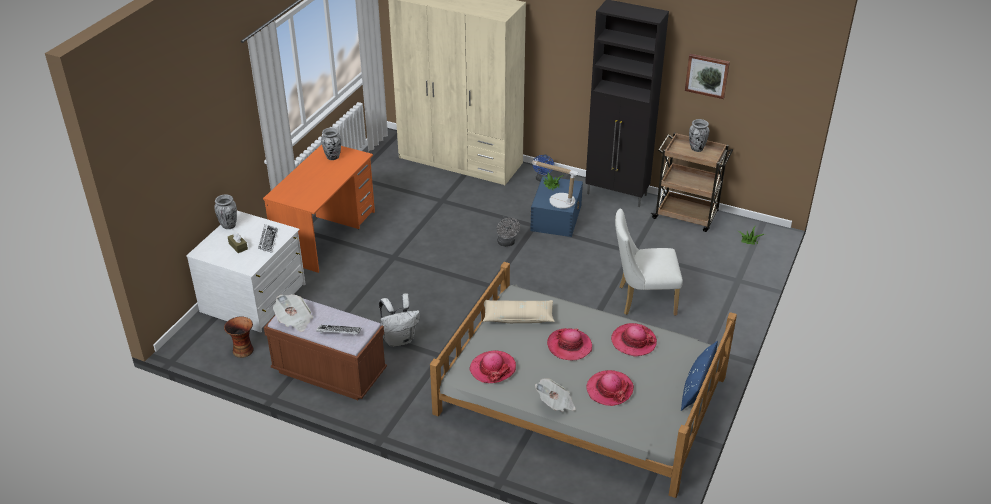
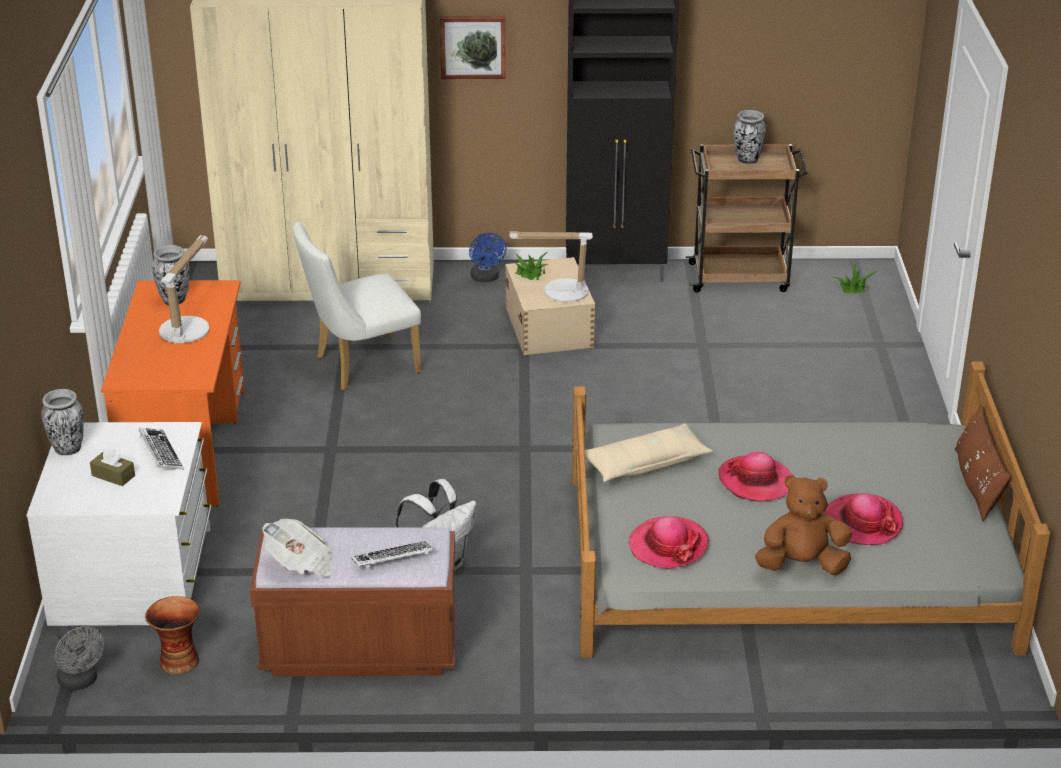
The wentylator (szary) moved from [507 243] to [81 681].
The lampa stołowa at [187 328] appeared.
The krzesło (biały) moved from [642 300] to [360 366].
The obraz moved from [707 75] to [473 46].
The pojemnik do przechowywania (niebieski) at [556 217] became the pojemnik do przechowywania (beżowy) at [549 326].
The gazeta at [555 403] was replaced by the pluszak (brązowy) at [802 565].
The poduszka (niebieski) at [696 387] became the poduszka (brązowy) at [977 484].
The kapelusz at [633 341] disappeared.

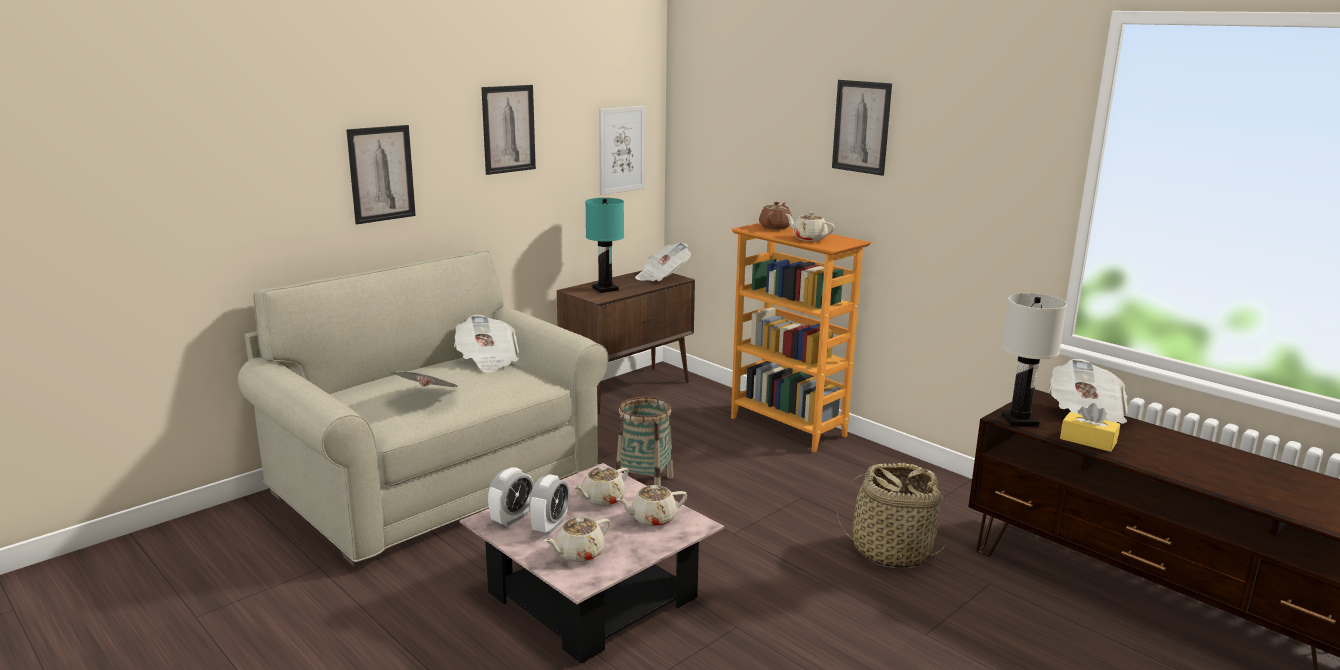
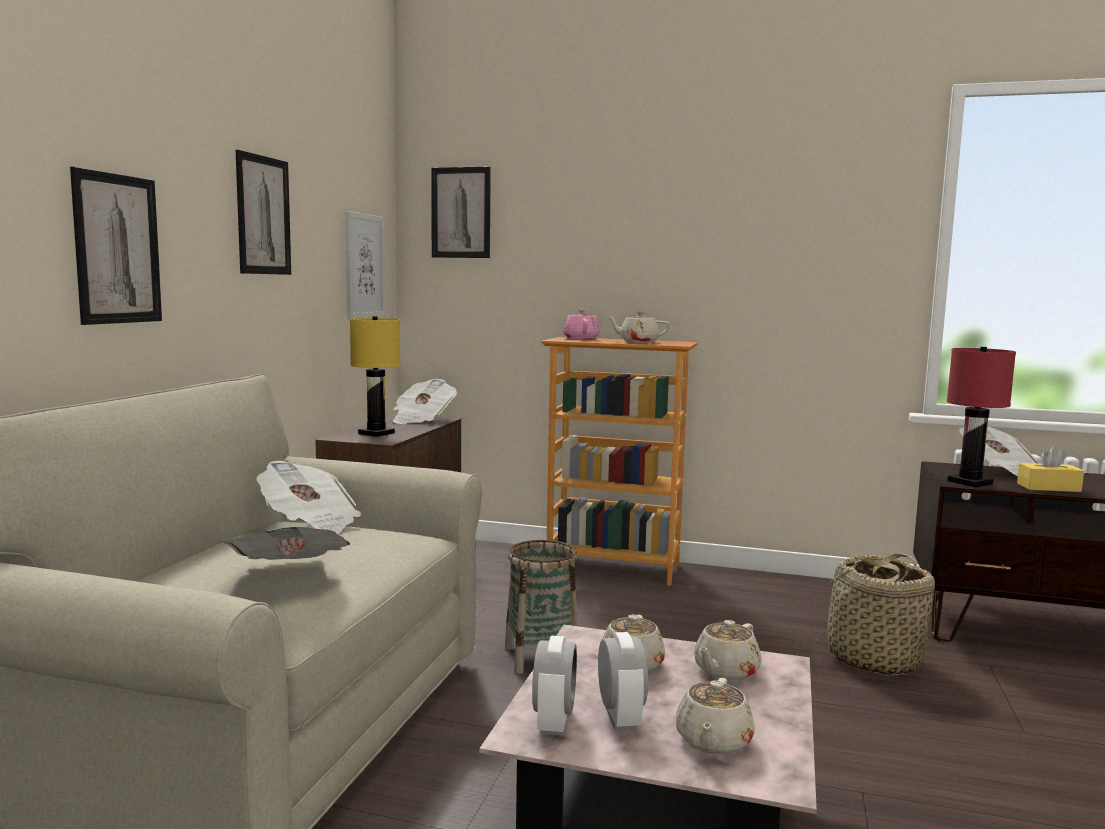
The lampa stołowa (turkusowy) at [605 289] became the lampa stołowa (żółty) at [376 433].
The obraz moved from [861 127] to [461 213].
The imbryk (brązowy) at [775 227] became the imbryk (różowy) at [581 339].
The lampa stołowa (biały) at [1019 420] became the lampa stołowa (czerwony) at [970 482].

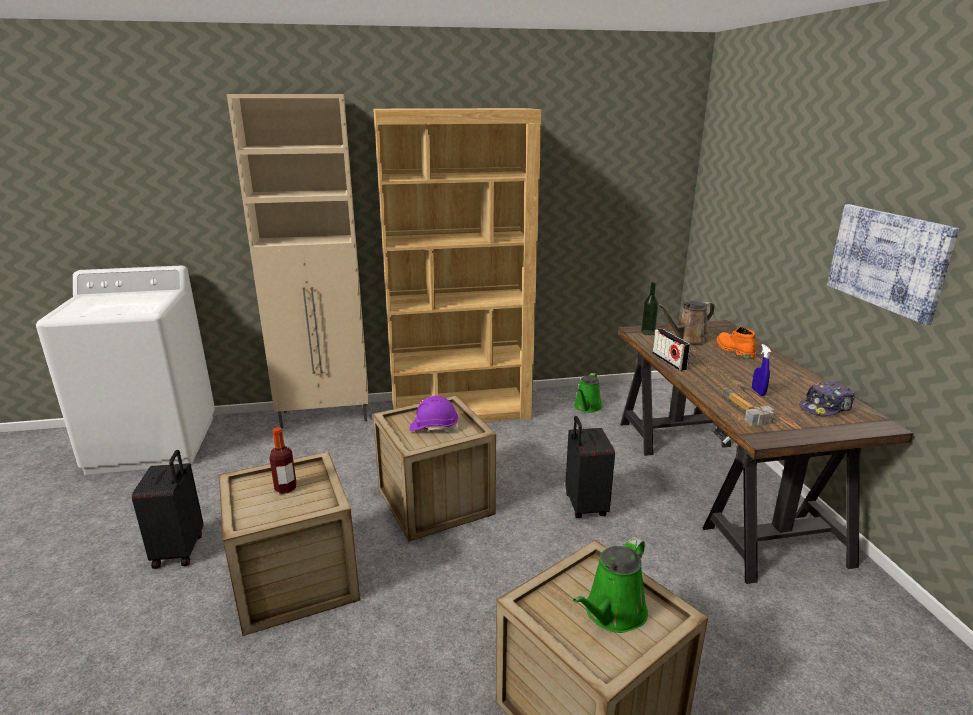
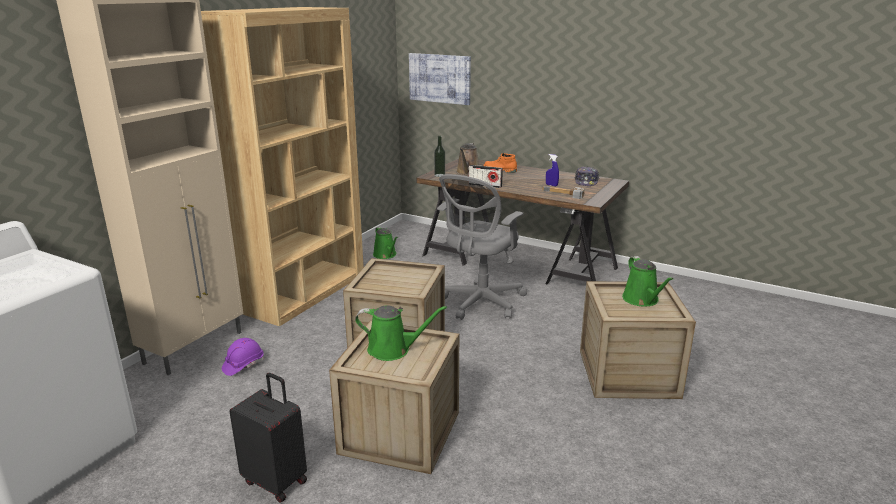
The kask (fioletowy) moved from [434 427] to [243 365].
The butelka at [285 488] was replaced by the konewka (zielony) at [393 350].
The obraz moved from [888 260] to [440 78].
The walizka (czarny) at [584 506] was replaced by the krzesło biurowe (szary) at [480 303].

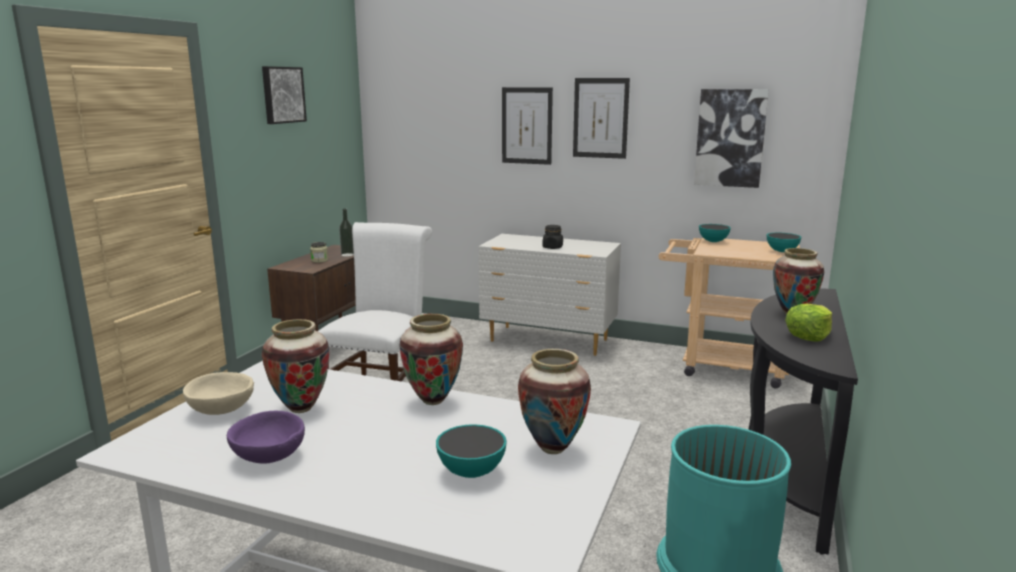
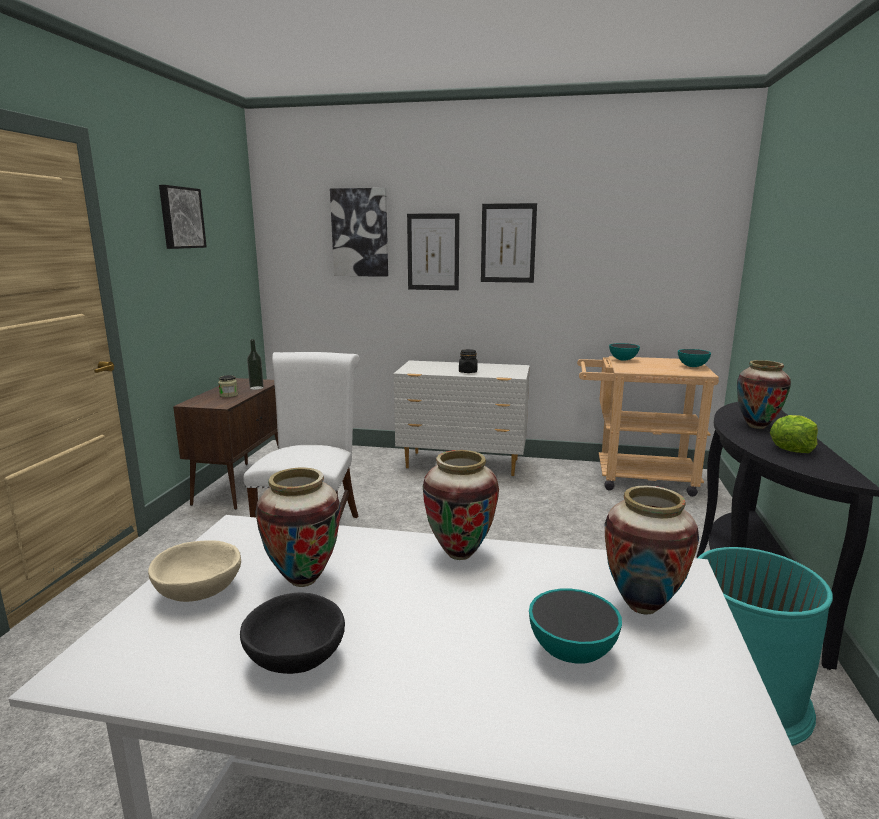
The miska (fioletowy) at [268 457] became the miska (czarny) at [294 659].
The obraz moved from [730 138] to [360 233].

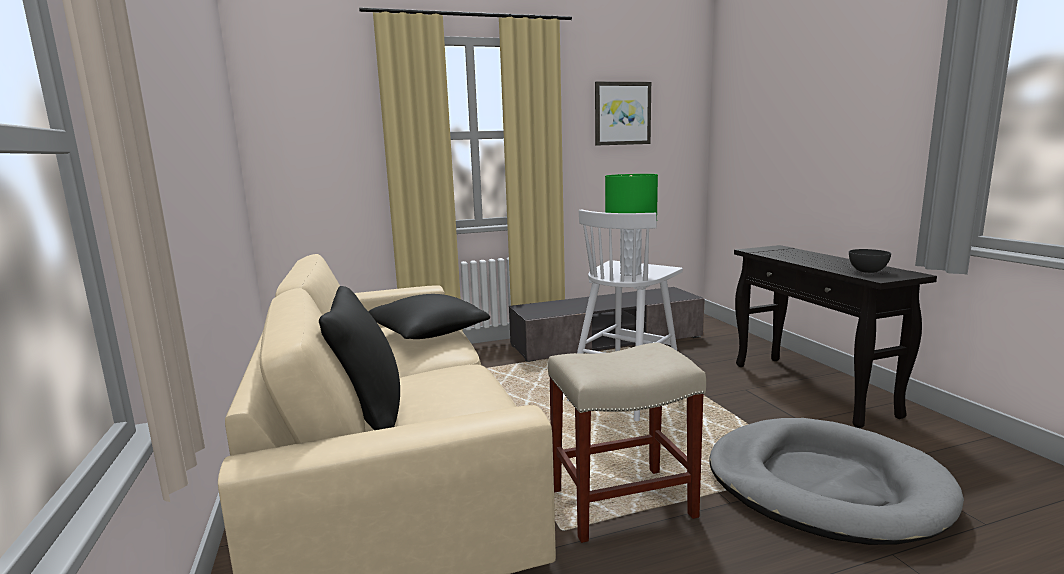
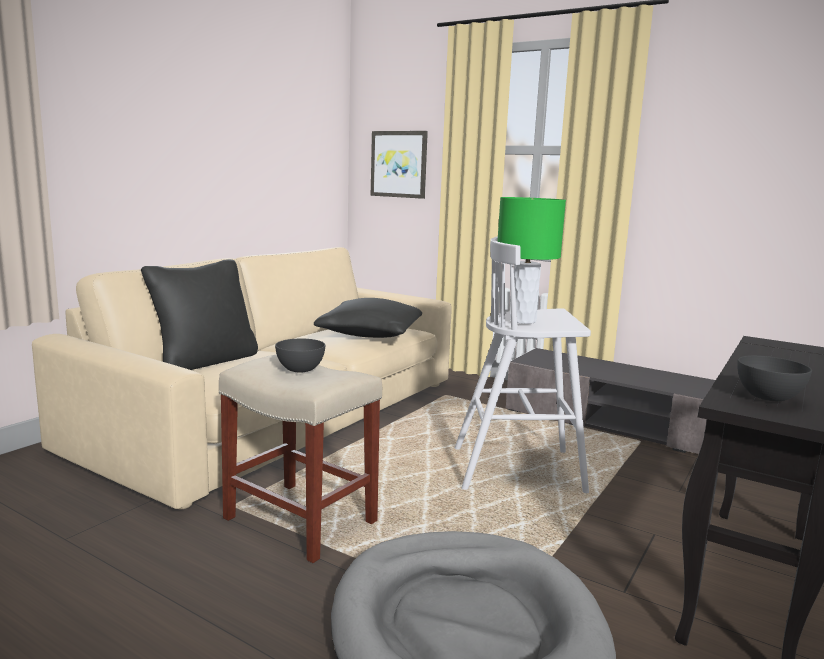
The miska (szary) at [300 370] appeared.
The obraz moved from [622 113] to [399 164].

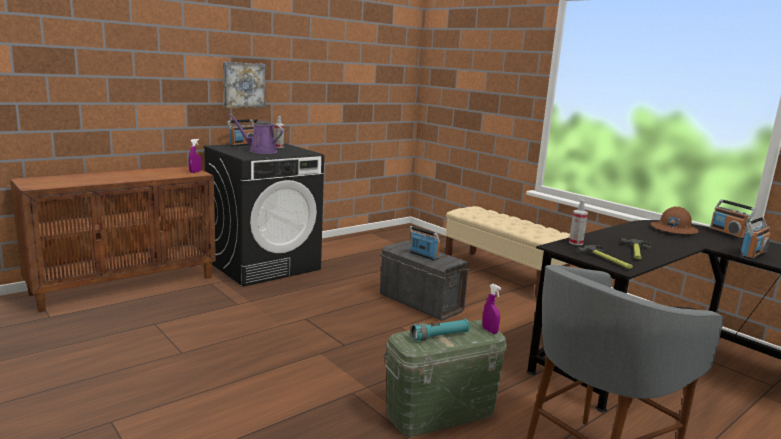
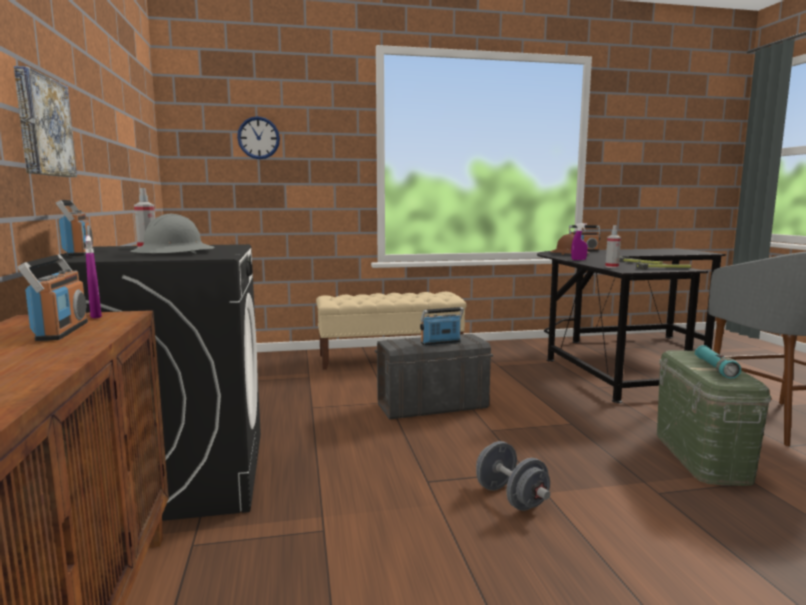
The radio moved from [753 255] to [61 331].
The konewka (fioletowy) at [260 151] was replaced by the kask (szary) at [174 252].
The zegar ścienny at [258 138] appeared.
The hantel (szary) at [511 498] appeared.
The spryskiwacz (fioletowy) moved from [489 331] to [578 260].

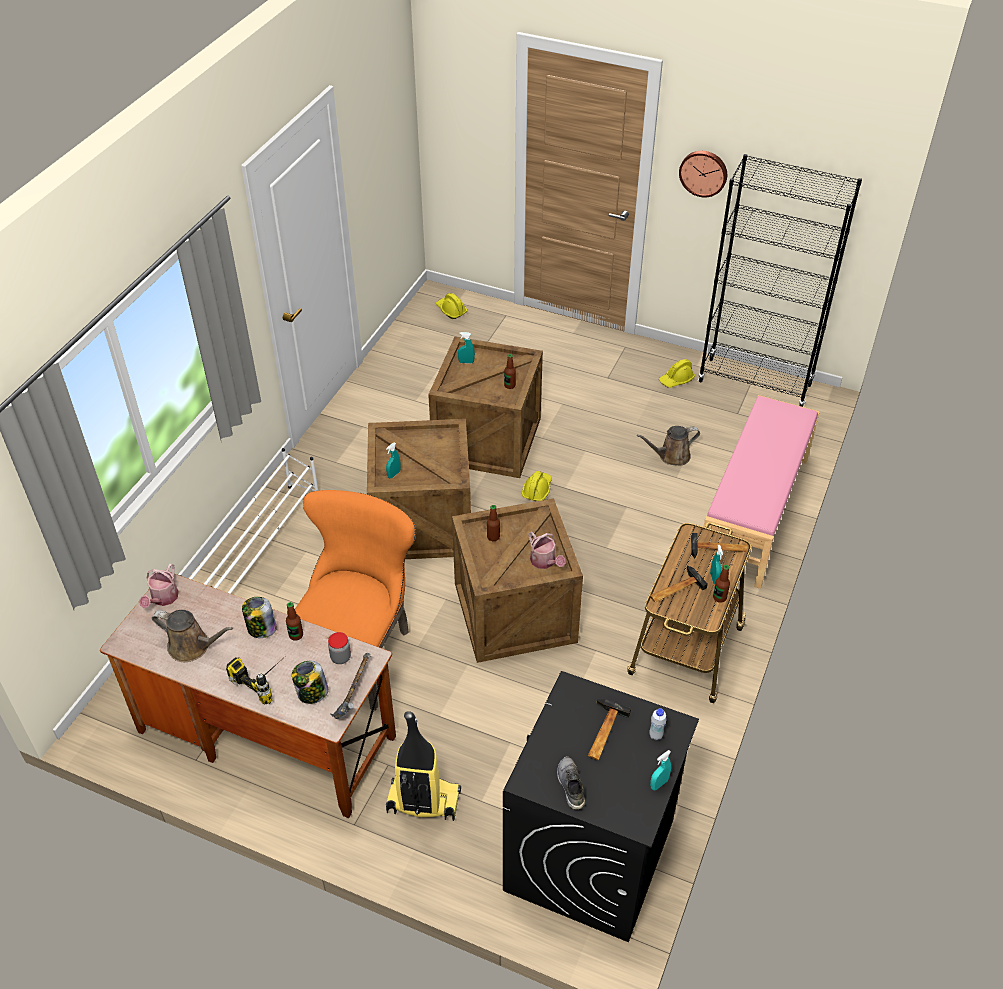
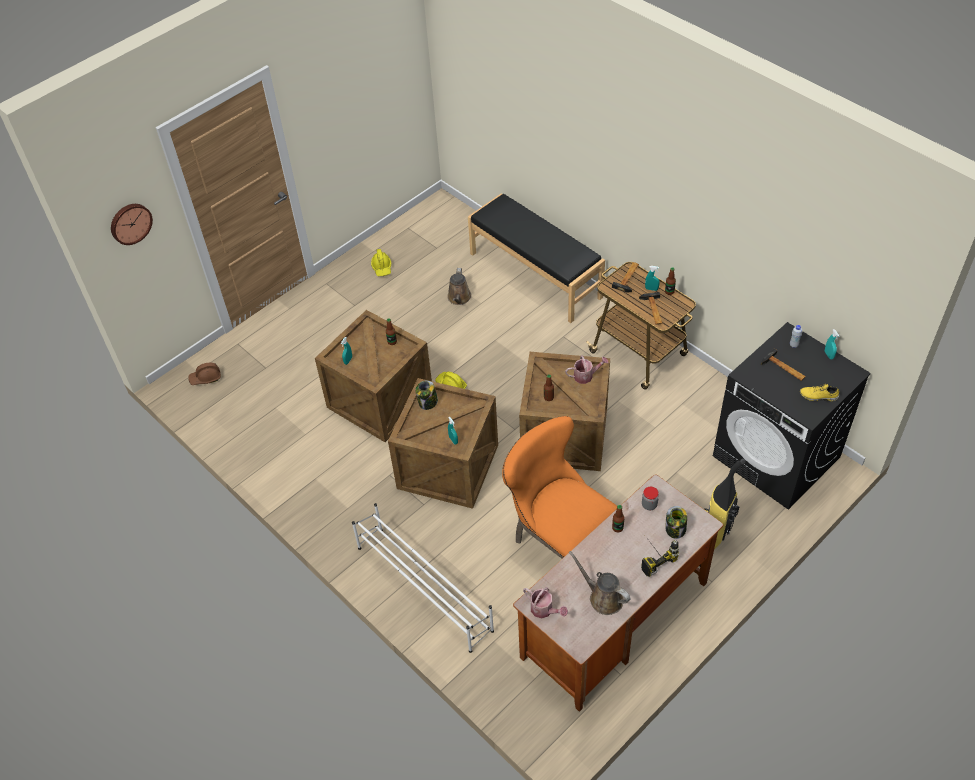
The zegar ścienny moved from [703 172] to [130 223].
The kask (żółty) at [451 310] became the kask (brązowy) at [205 378].
The słoik moved from [261 628] to [428 402].
The ławka (różowy) at [755 512] became the ławka (czarny) at [536 275].
The konewka (brązowy) at [192 646] turned 90 degrees counterclockwise.
The but (szary) at [570 785] became the but (żółty) at [818 396].
The młotek at [354 696] disappeared.
The regał (czarny) at [755 383] disappeared.

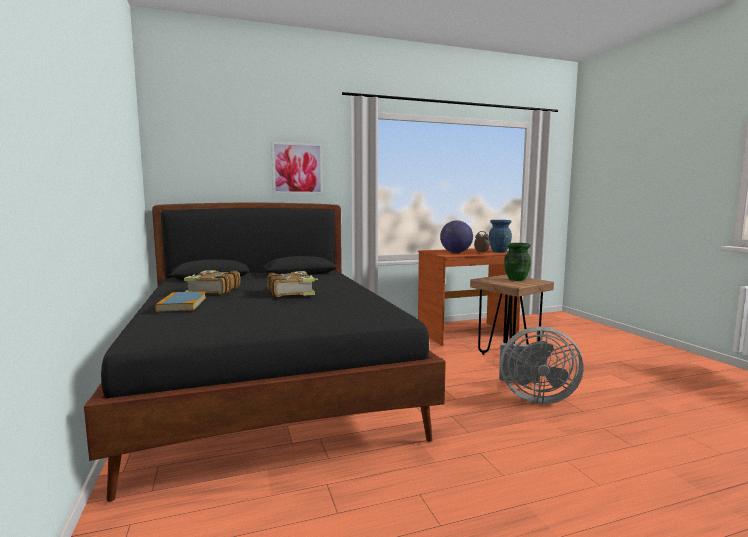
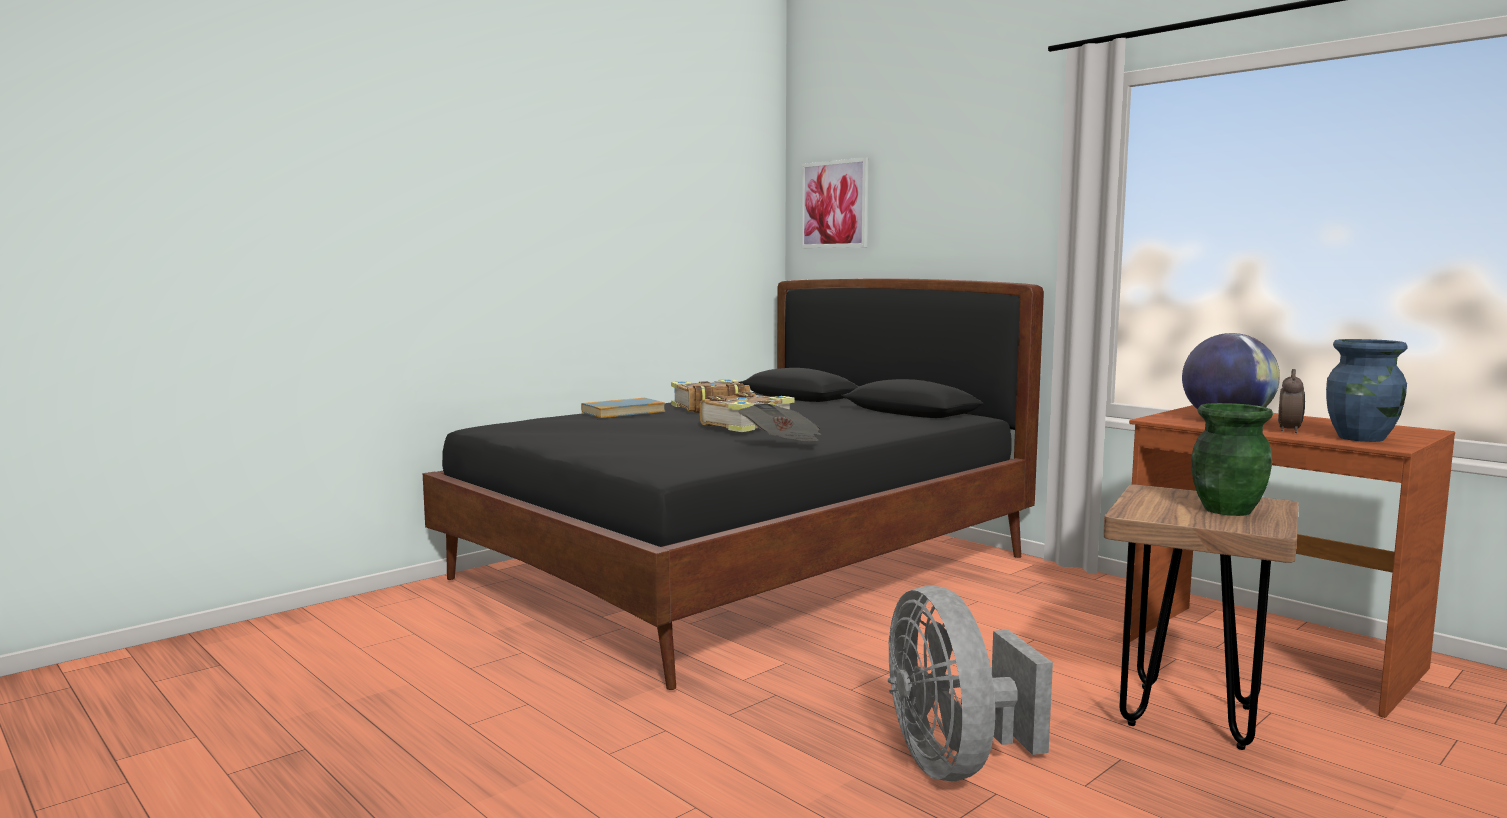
The gazeta at [783 447] appeared.
The obraz moved from [297 168] to [834 204].

